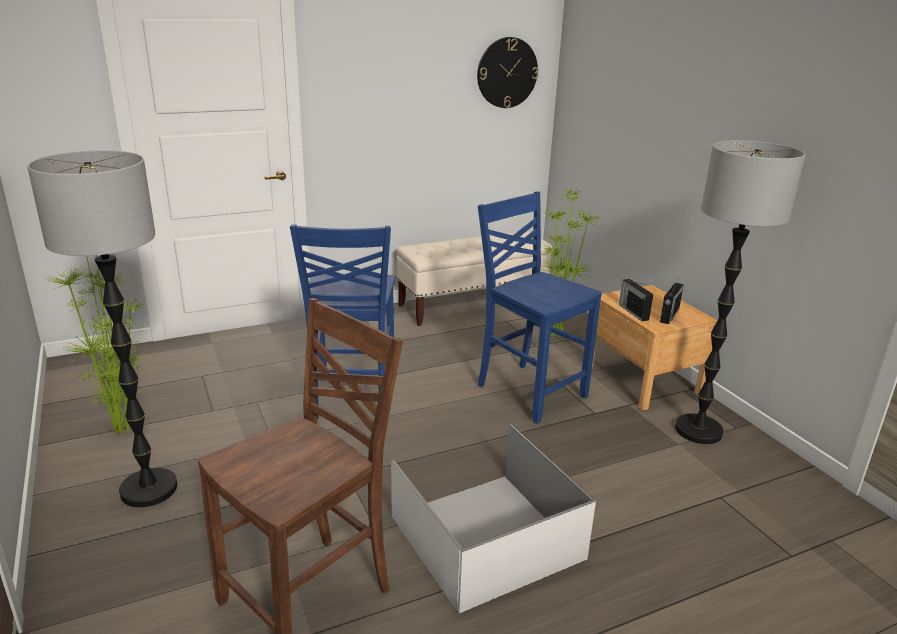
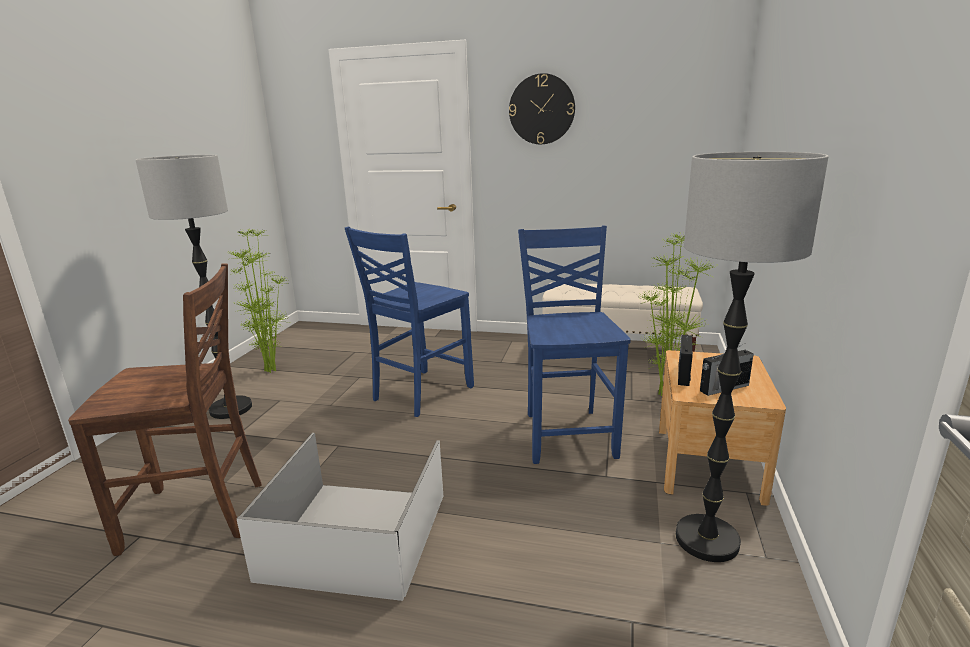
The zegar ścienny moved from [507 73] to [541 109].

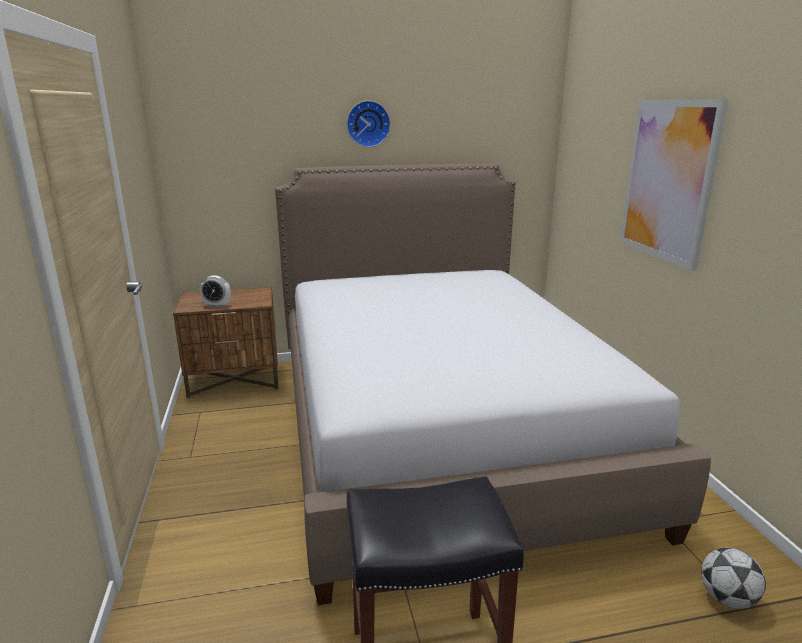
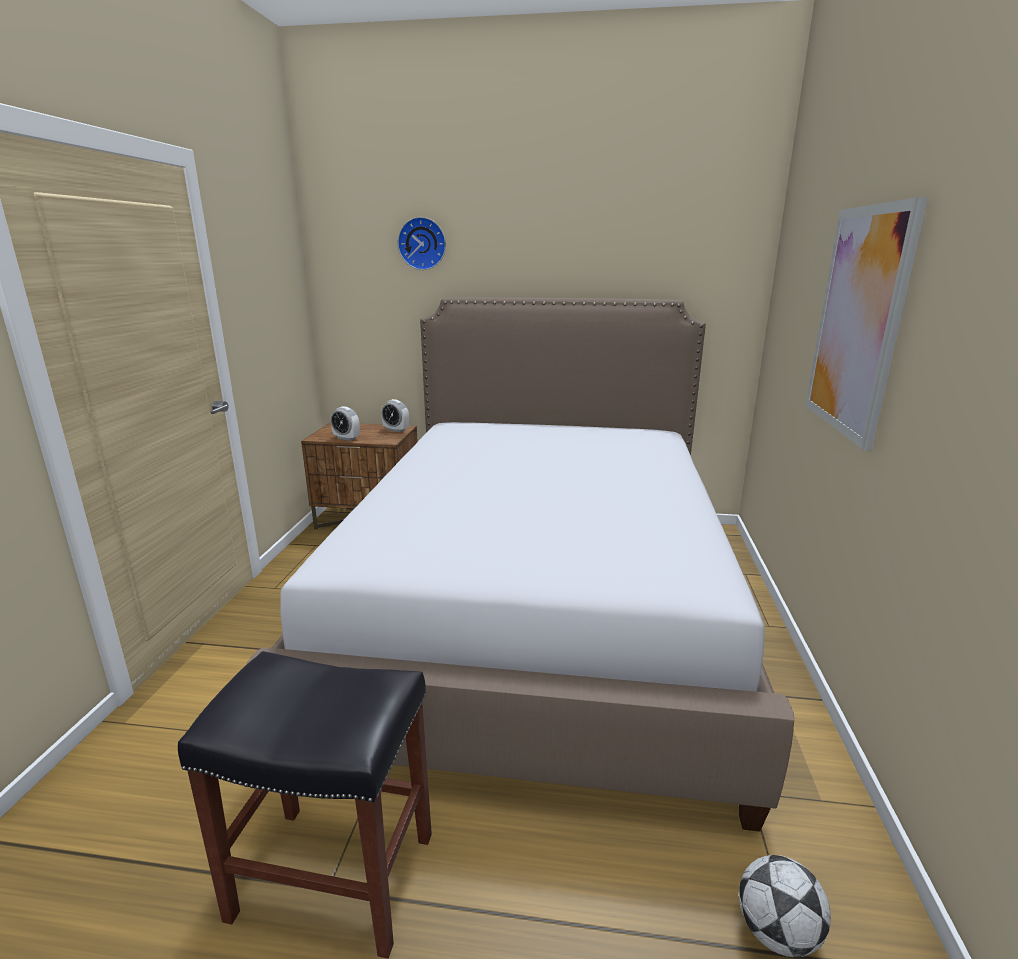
The budzik at [396 430] appeared.
The zegar ścienny moved from [368 124] to [422 243].

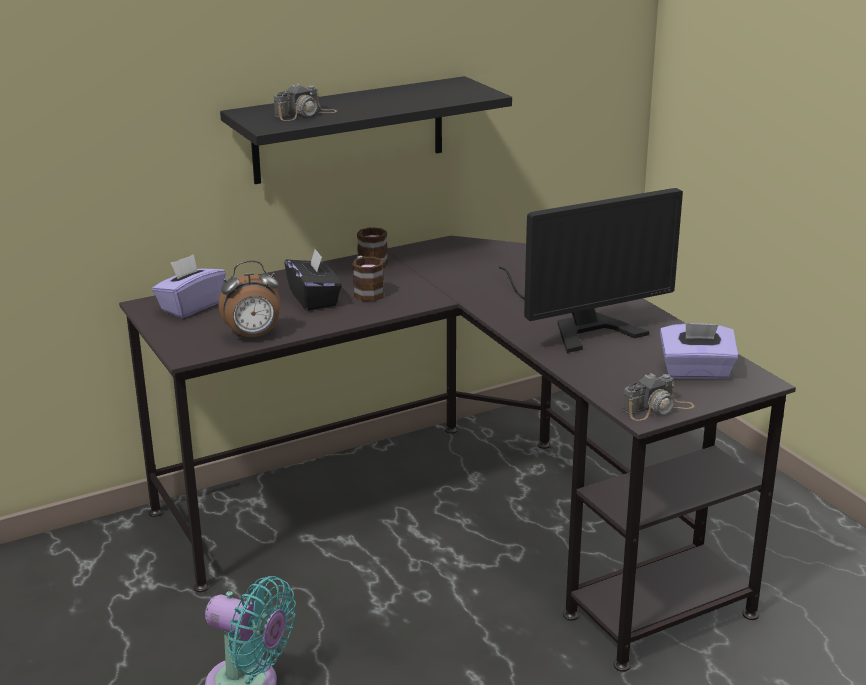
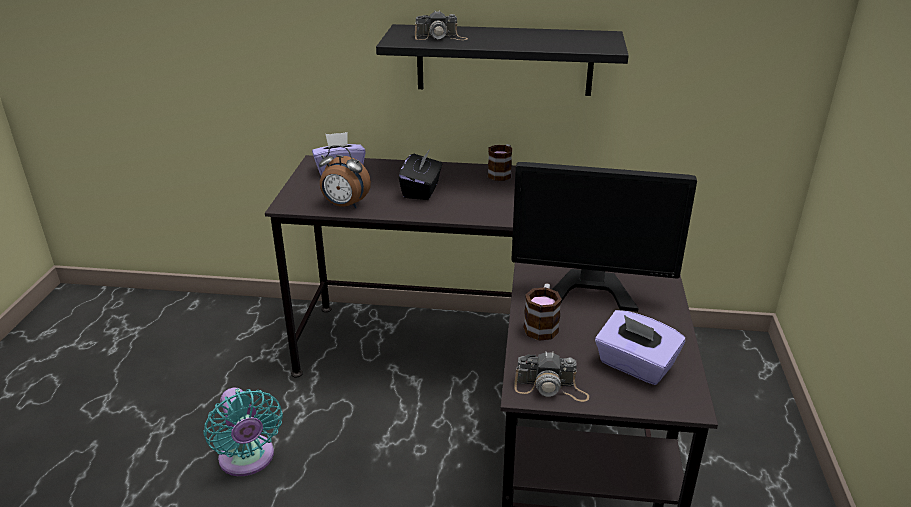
The kubek moved from [366 292] to [542 325].

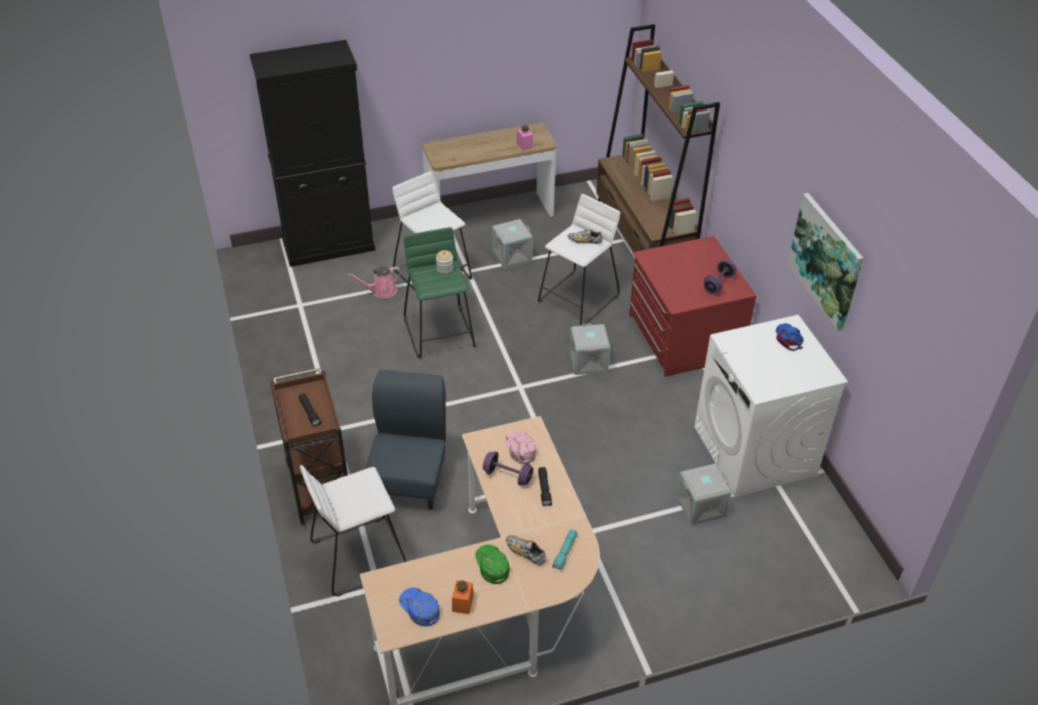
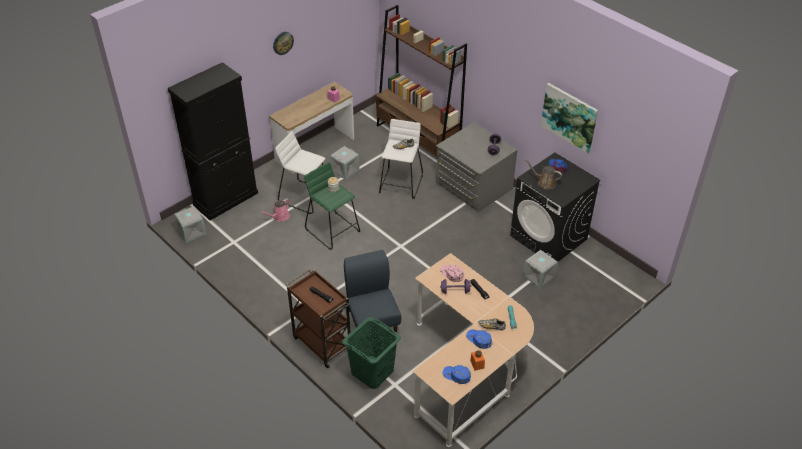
The pojemnik do przechowywania (szary) moved from [589 361] to [192 231].
The zegar ścienny at [283 43] appeared.
The stołek (biały) at [358 555] was replaced by the kosz na pranie (zielony) at [372 372].
The komoda (czerwony) at [683 337] became the komoda (szary) at [473 187].
The czapka z daszkiem (zielony) at [491 565] became the czapka z daszkiem (niebieski) at [478 339].
The pralka (biały) at [755 451] became the pralka (czarny) at [549 237].
The konewka (brązowy) at [544 183] appeared.

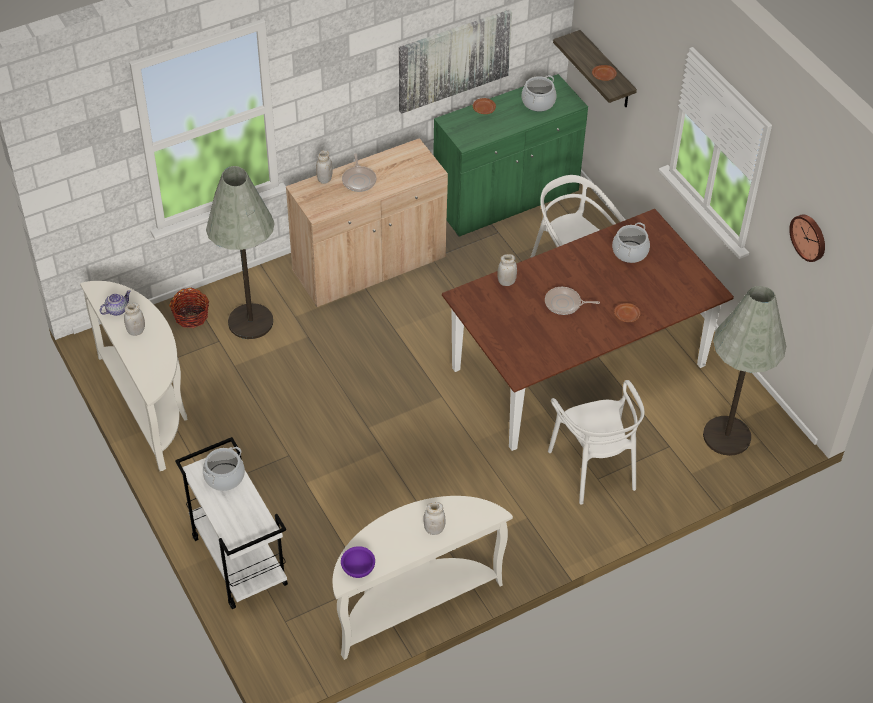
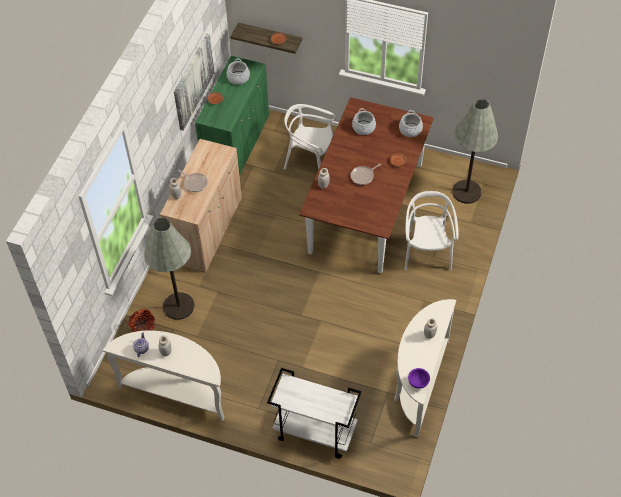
The garnek moved from [224 477] to [410 130].
The krzesło (biały) at [594 468] turned 120 degrees counterclockwise.
The zegar ścienny at [809 237] disappeared.

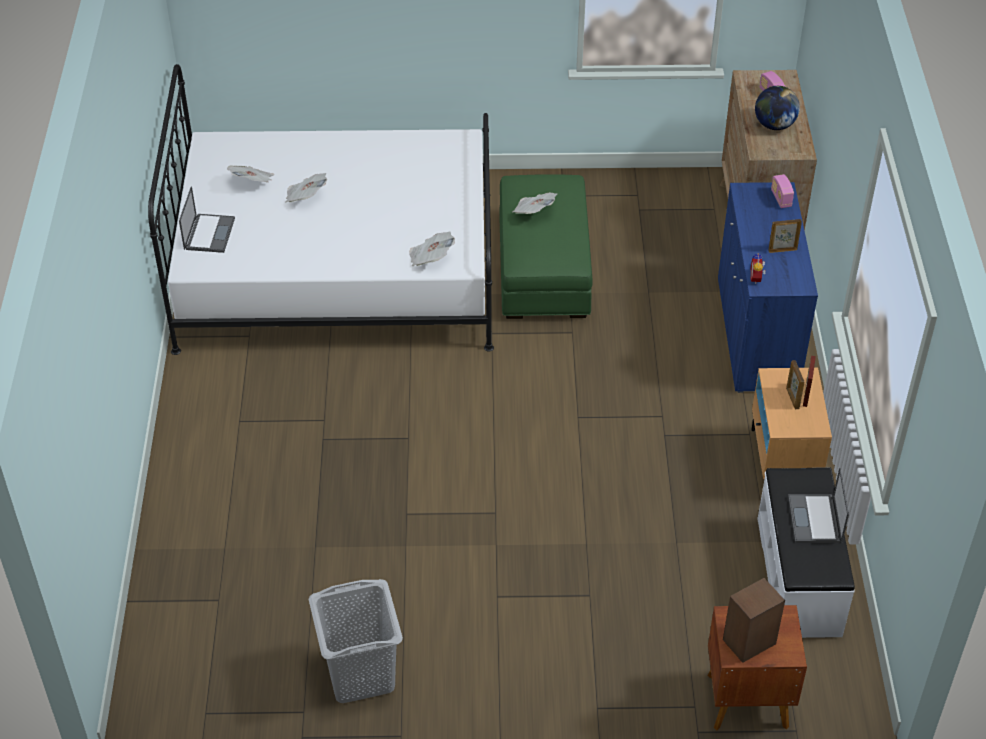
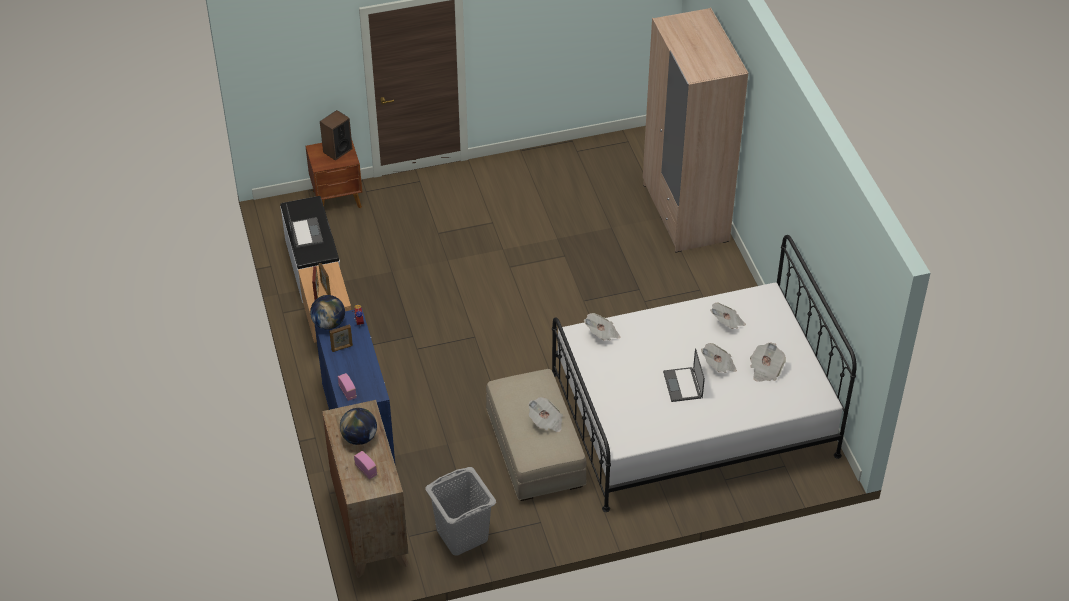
The globus at [329 323] appeared.
The kosz na pranie (szary) moved from [361 674] to [462 535].
The pufa (zielony) at [543 267] became the pufa (beżowy) at [535 449].
The szafa (beżowy) at [685 213] appeared.
The laptop moved from [209 233] to [683 385].
The gazeta at [727 323] appeared.

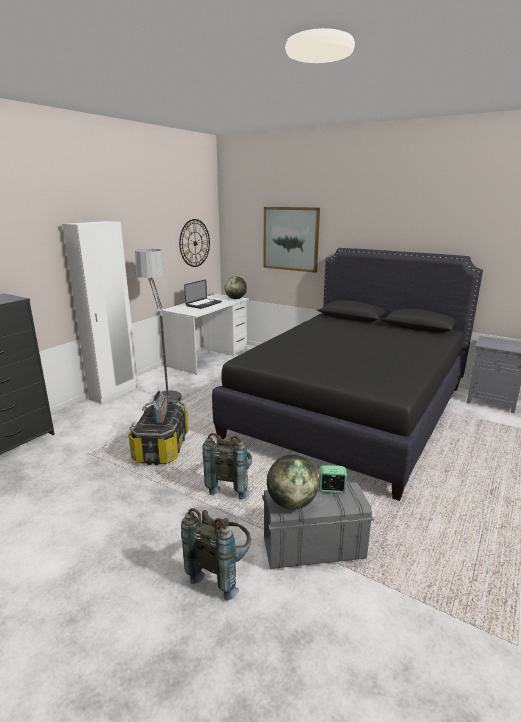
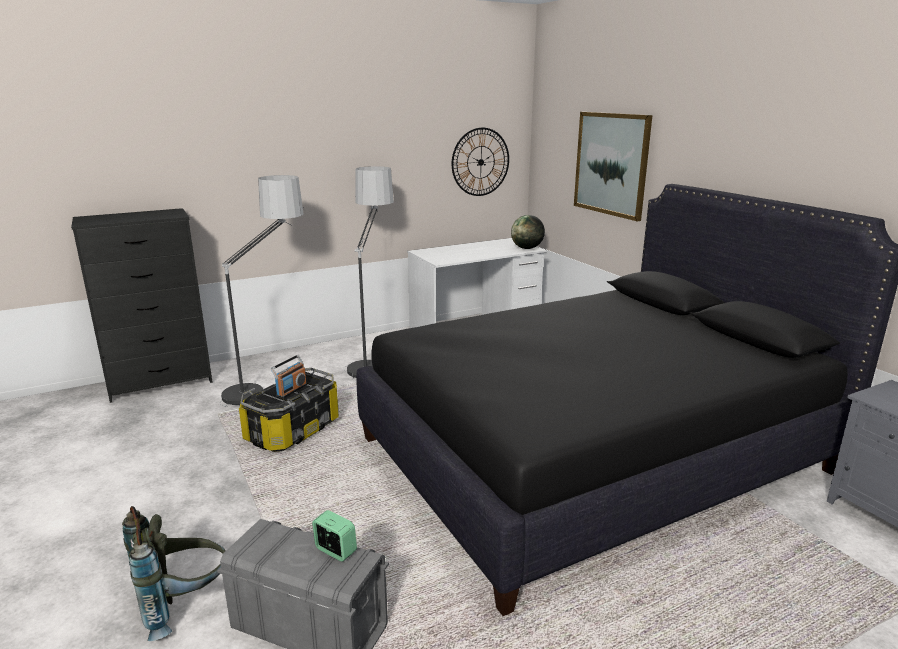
The lampa stojąca at [269 385] appeared.
The szafa (biały) at [114 393] disappeared.
The laptop at [203 304] disappeared.
The plecak (szary) at [230 485] disappeared.
The globus at [291 503] disappeared.

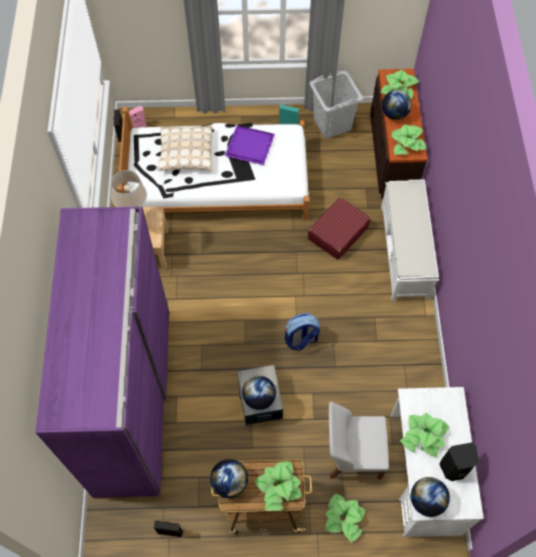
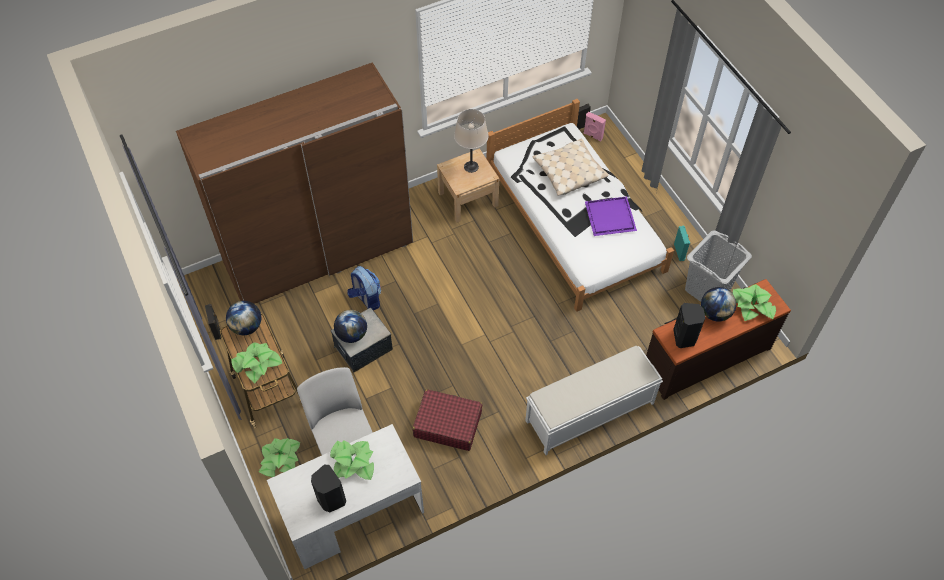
The szafa (fioletowy) at [132 400] became the szafa (brązowy) at [319 253].
The plecak moved from [301 339] to [366 299].
The walizka (czerwony) moved from [337 233] to [447 424].
The roślina doniczkowa at [407 143] was replaced by the głośnik (czarny) at [685 337].
The globus at [426 501] disappeared.

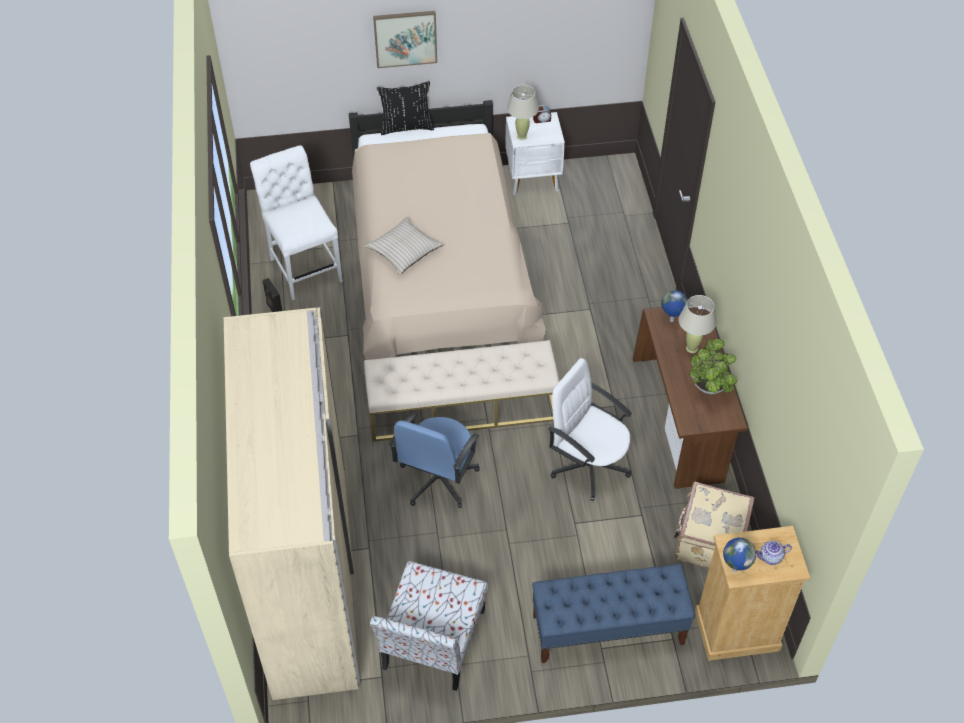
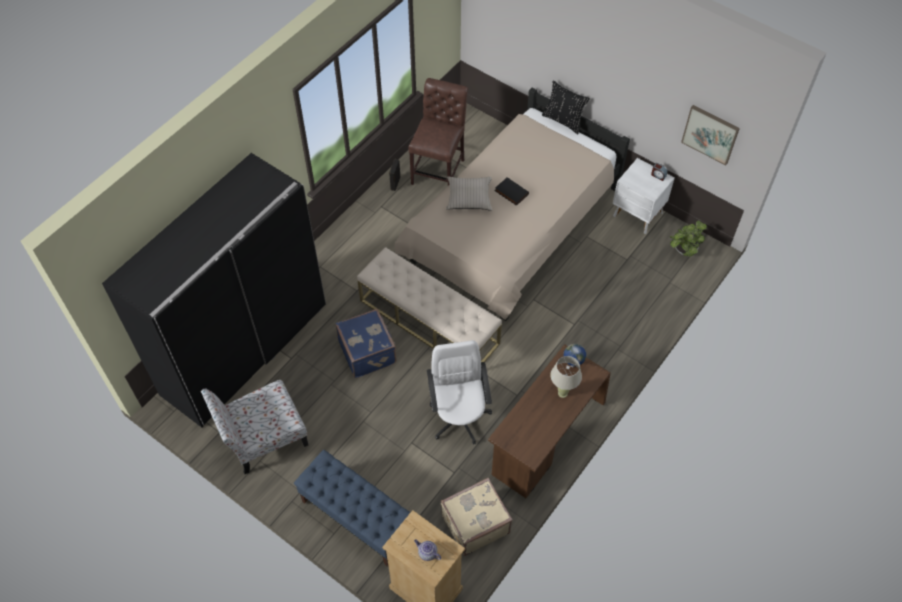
The szafa (beżowy) at [309 579] became the szafa (czarny) at [245 348].
The krzesło biurowe (niebieski) at [437 479] was replaced by the walizka (niebieski) at [368 351].
The krzesło (biały) at [304 266] became the krzesło (brązowy) at [439 169].
The książka (czarny) at [510 193] appeared.
The roślina doniczkowa moved from [709 389] to [683 251].
The obraz moved from [405 38] to [710 134].
The lampa stołowa (beżowy) at [522 136] disappeared.
The globus at [734 569] disappeared.

